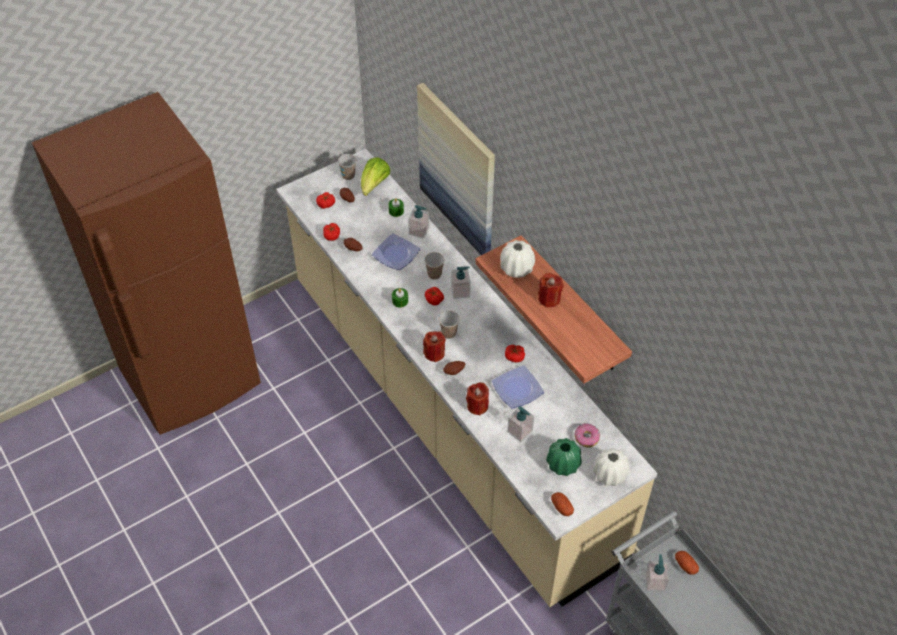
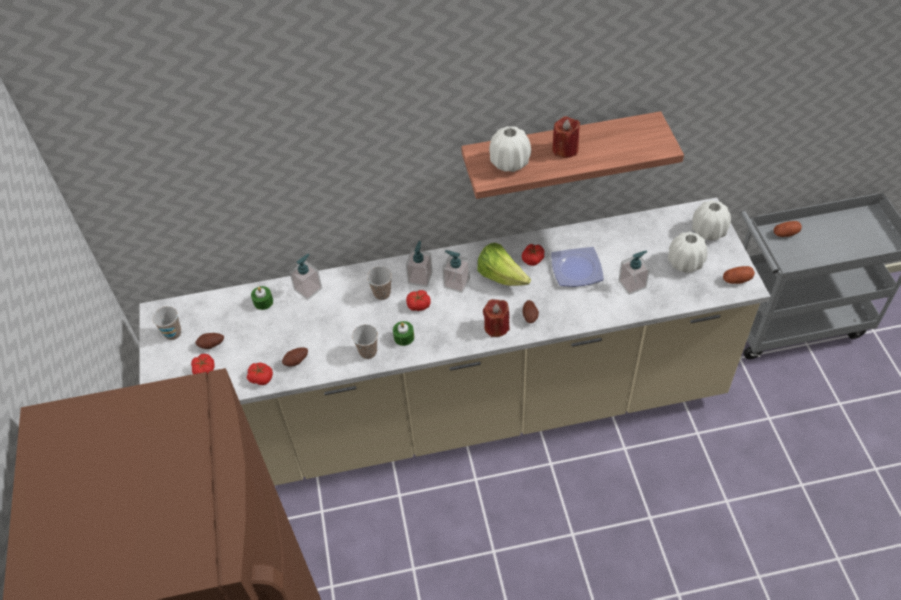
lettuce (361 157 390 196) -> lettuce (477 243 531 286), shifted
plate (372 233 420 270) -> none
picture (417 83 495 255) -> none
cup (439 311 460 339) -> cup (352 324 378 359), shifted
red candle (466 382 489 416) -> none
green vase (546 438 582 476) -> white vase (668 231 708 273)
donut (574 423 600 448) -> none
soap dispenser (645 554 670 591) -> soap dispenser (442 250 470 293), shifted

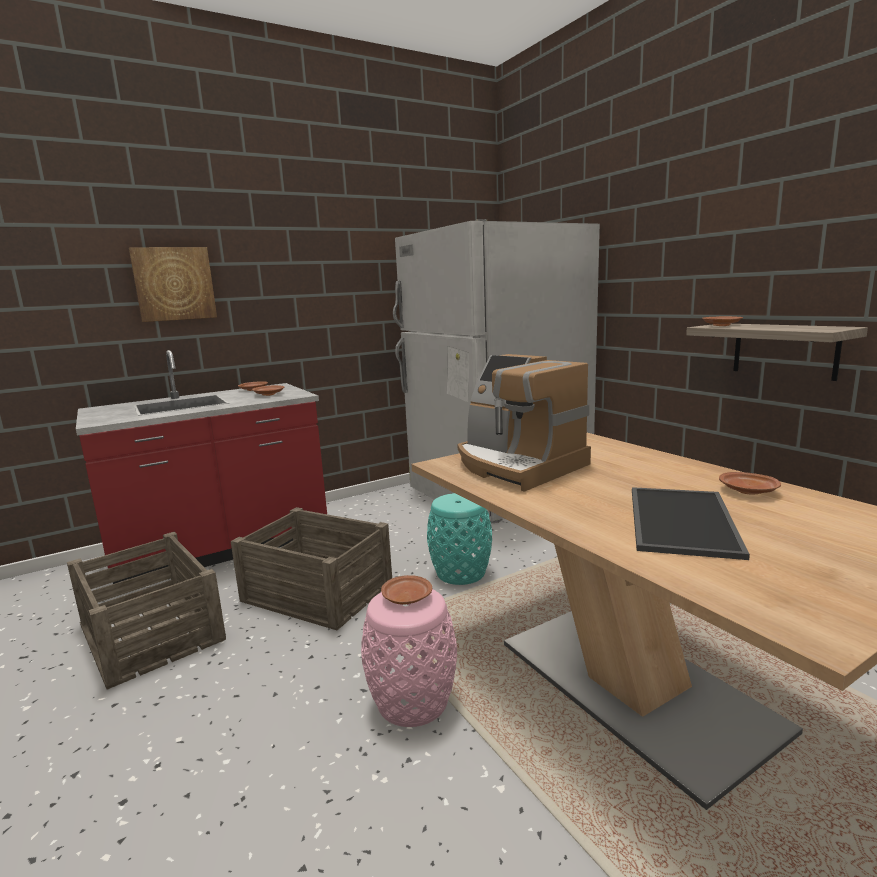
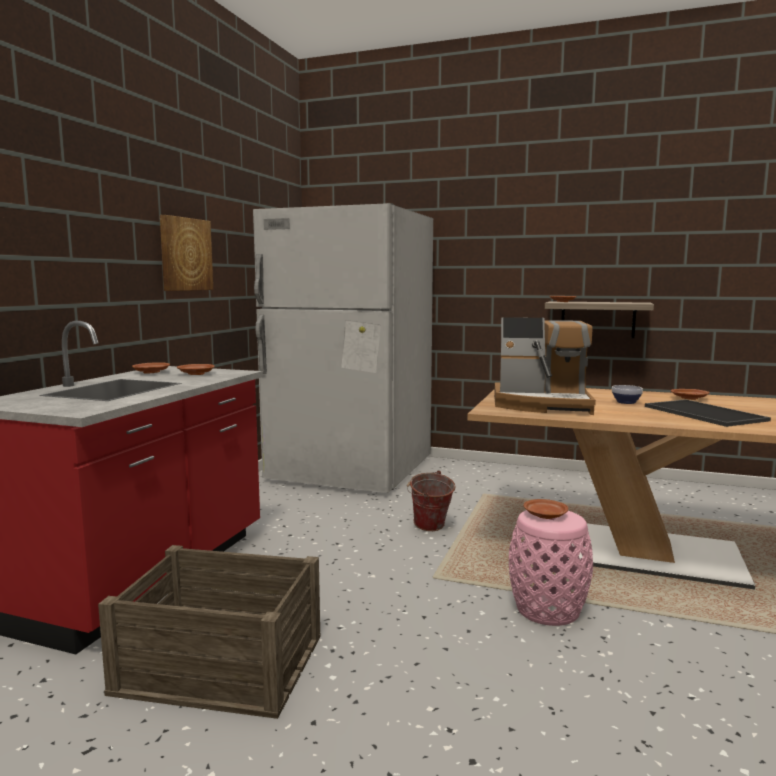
picture (129 247 217 322) -> picture (160 215 213 291), shifted
crate (231 507 392 630) -> none
turquoise stool (427 493 492 585) -> bucket (407 470 455 531)
none -> bowl (612 385 643 404)

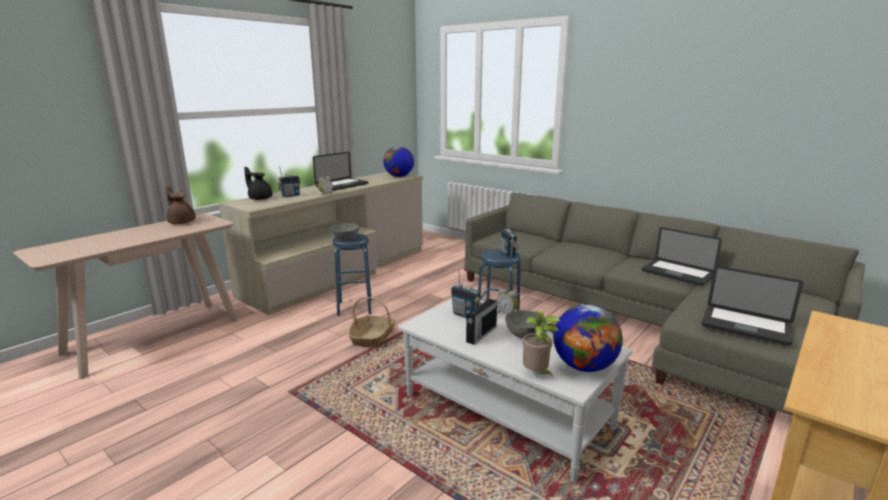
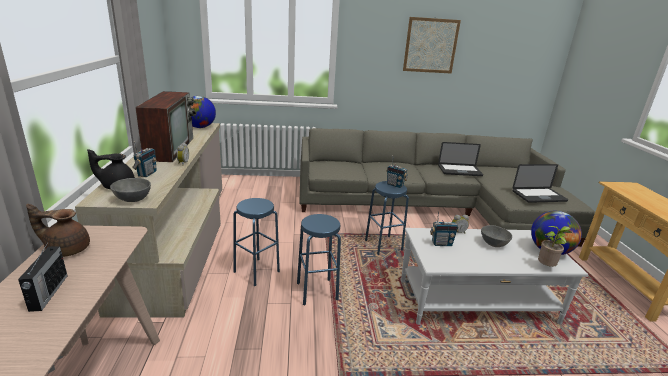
laptop (313 152 369 191) -> television (135 91 196 162)
grey bowl (331 223 359 241) -> grey bowl (110 178 151 202), shifted
basket (347 297 396 348) -> blue stool (297 214 341 306)
radio (466 298 497 345) -> radio (18 241 67 312), shifted
none -> picture (403 17 461 74)

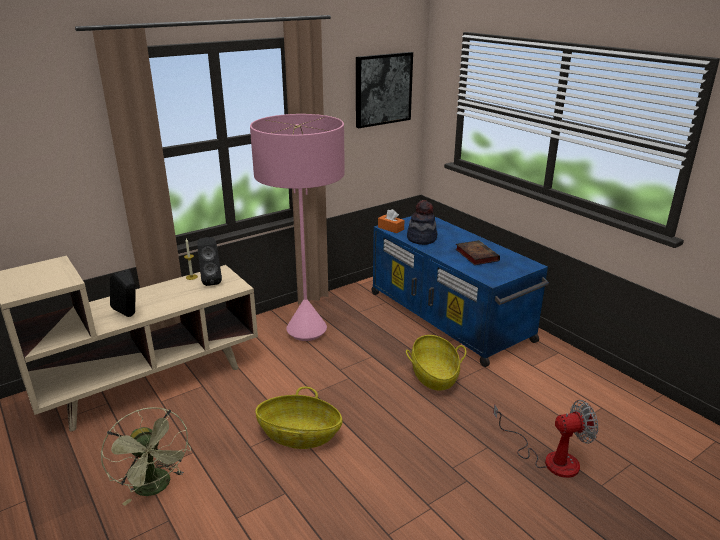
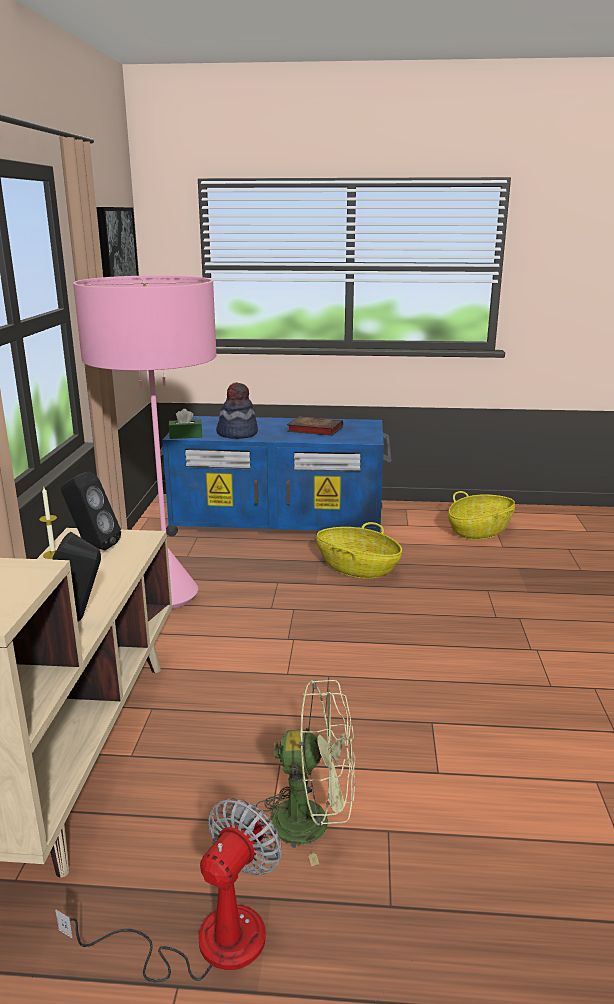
basket (255 387 343 449) -> basket (448 491 515 540), shifted
orange tissue box (378 209 404 233) -> green tissue box (169 409 202 439)
fan (493 400 598 478) -> fan (55 798 282 982), shifted

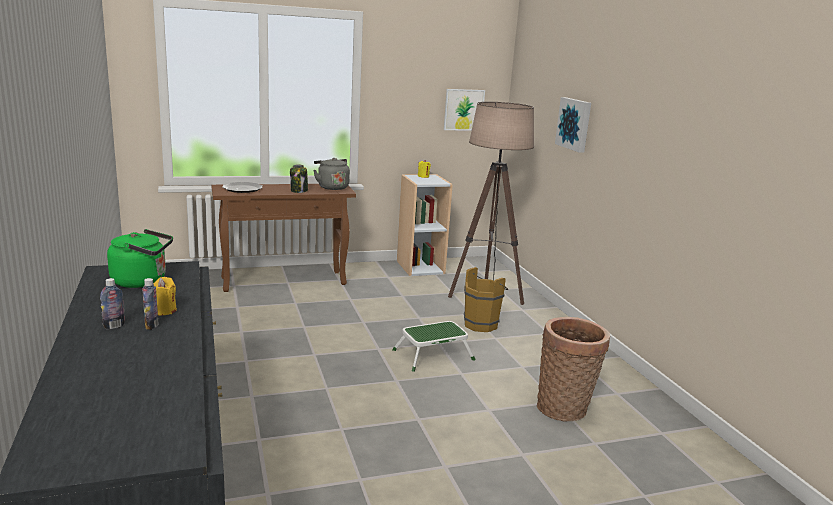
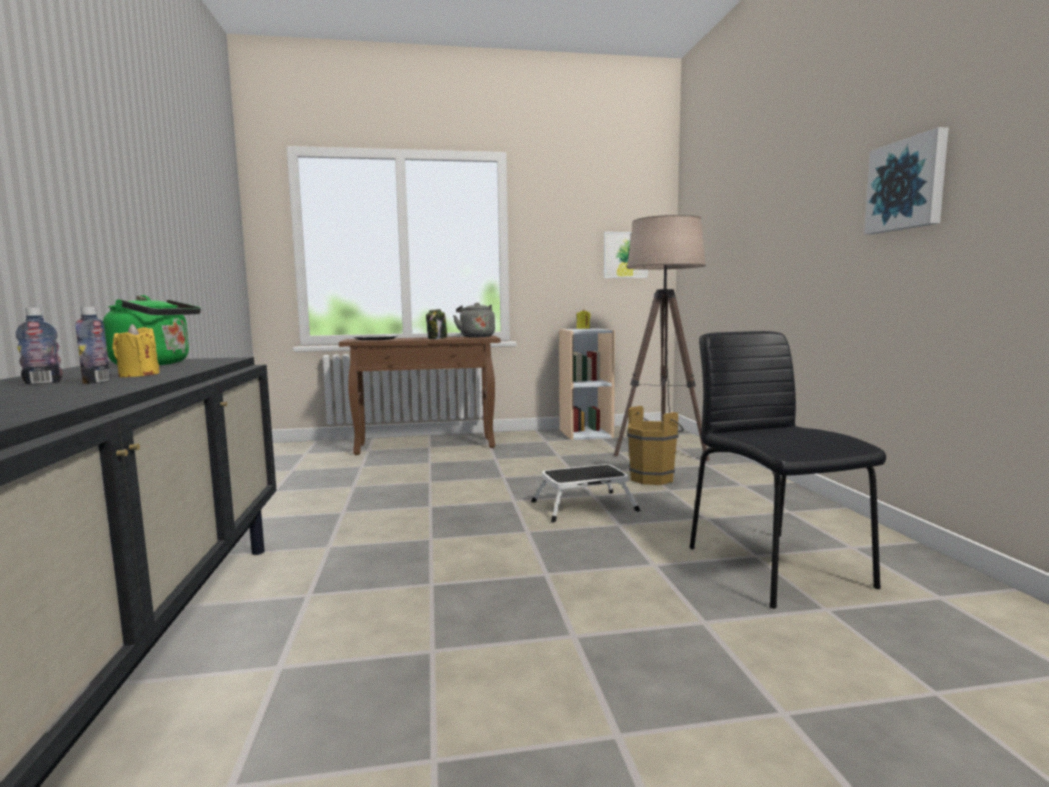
green step ladder (392 321 476 372) -> black step ladder (531 464 641 523)
basket (537 317 610 421) -> black chair (689 331 886 608)
picture (555 97 591 153) -> picture (864 127 948 234), shifted

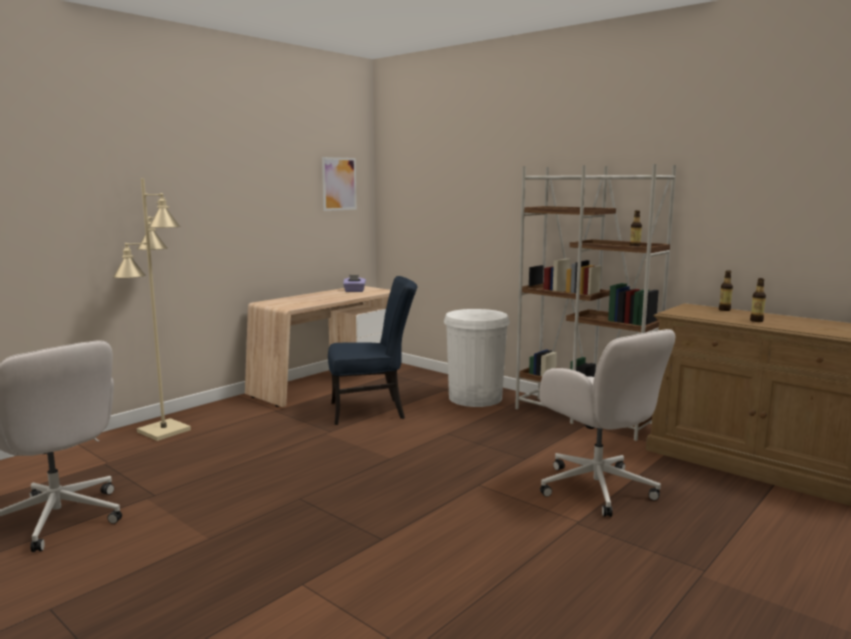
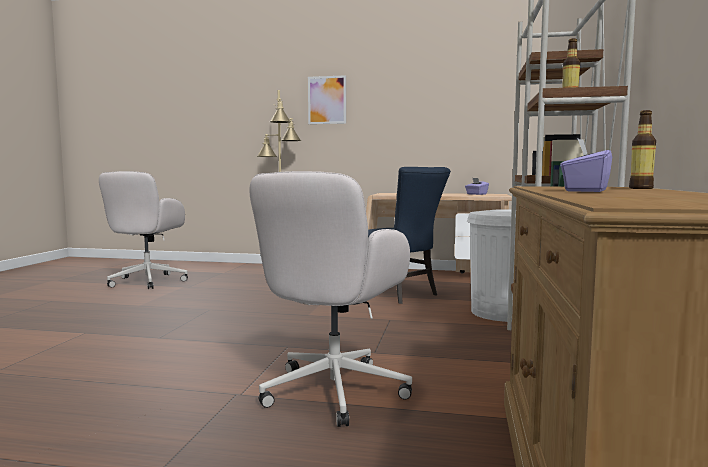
picture (322 157 357 211) -> picture (308 75 346 124), shifted
bottle (750 278 766 322) -> purple tissue box (560 138 612 192)

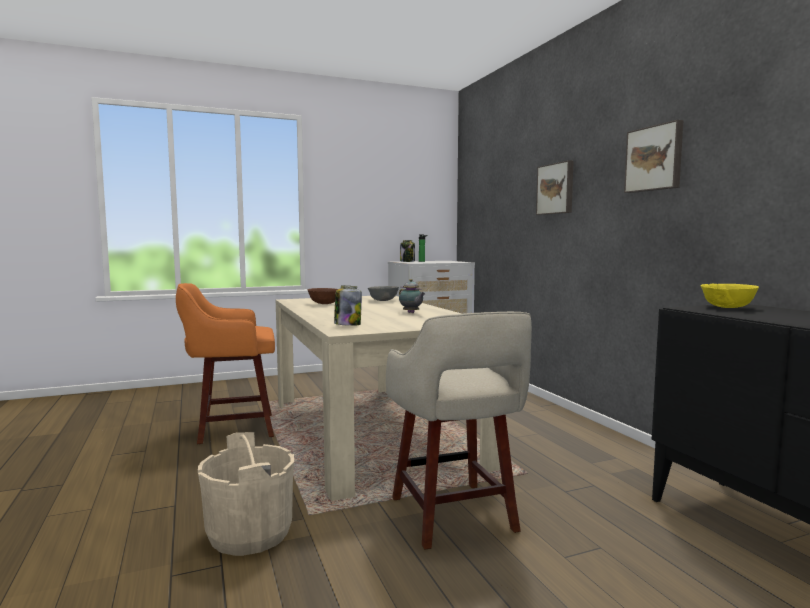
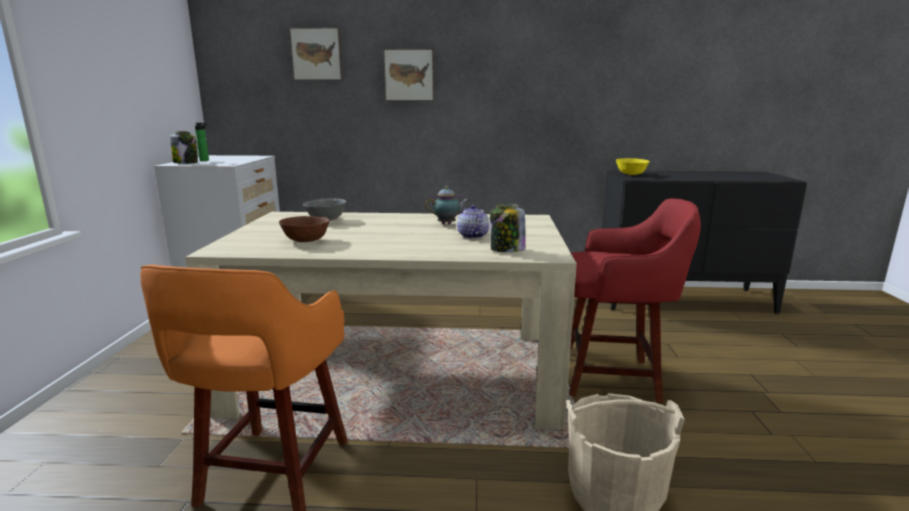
beige stool (386 312 532 550) -> red stool (569 198 701 403)
picture (624 120 683 193) -> picture (289 27 343 81), shifted
none -> teapot (457 205 489 239)

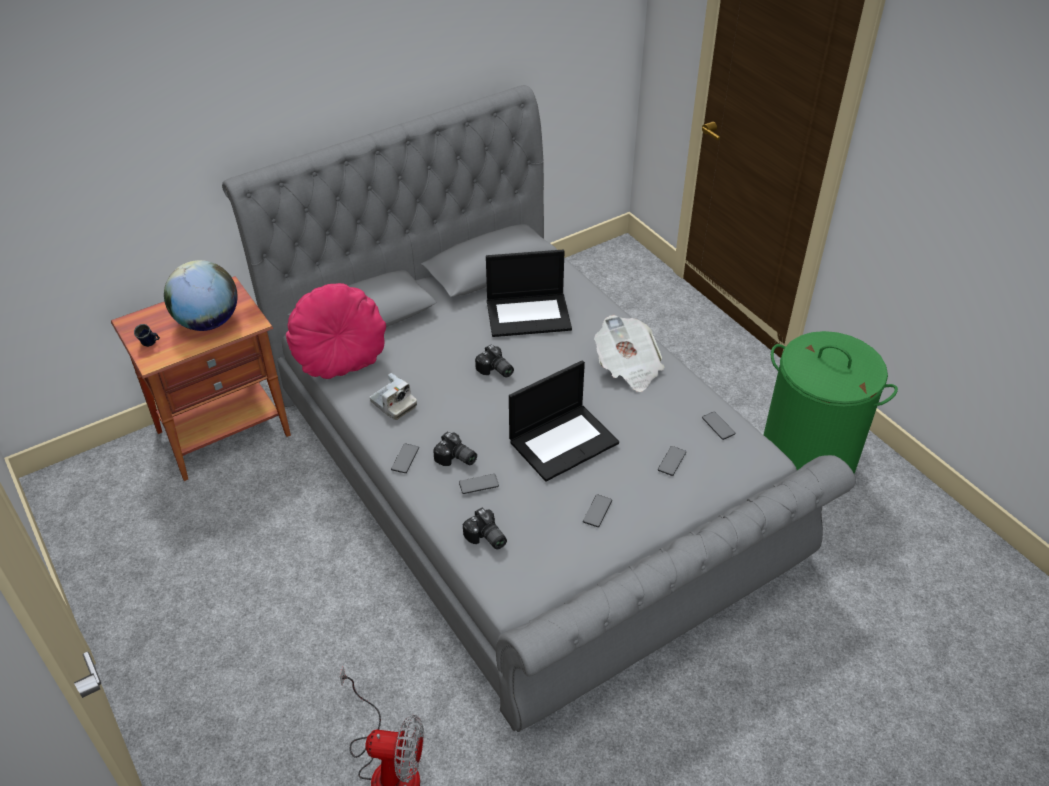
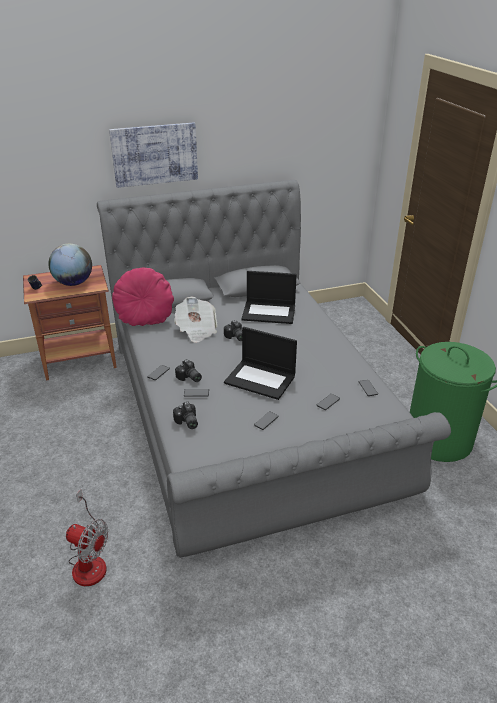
photo camera (370 373 417 420) -> none
laptop (509 360 619 482) -> laptop (224 327 297 400), 45 degrees clockwise
newspaper (594 315 665 392) -> newspaper (174 297 217 343), shifted
none -> picture (109 122 198 188)

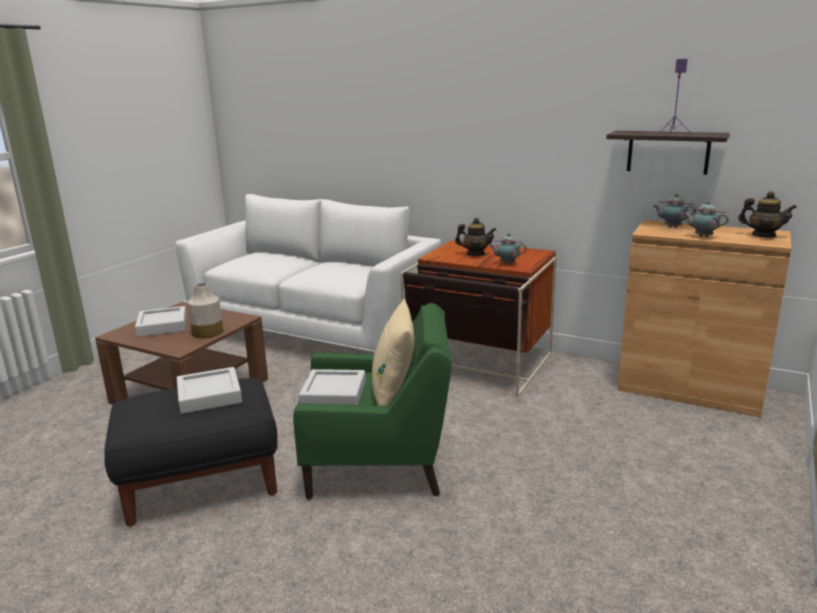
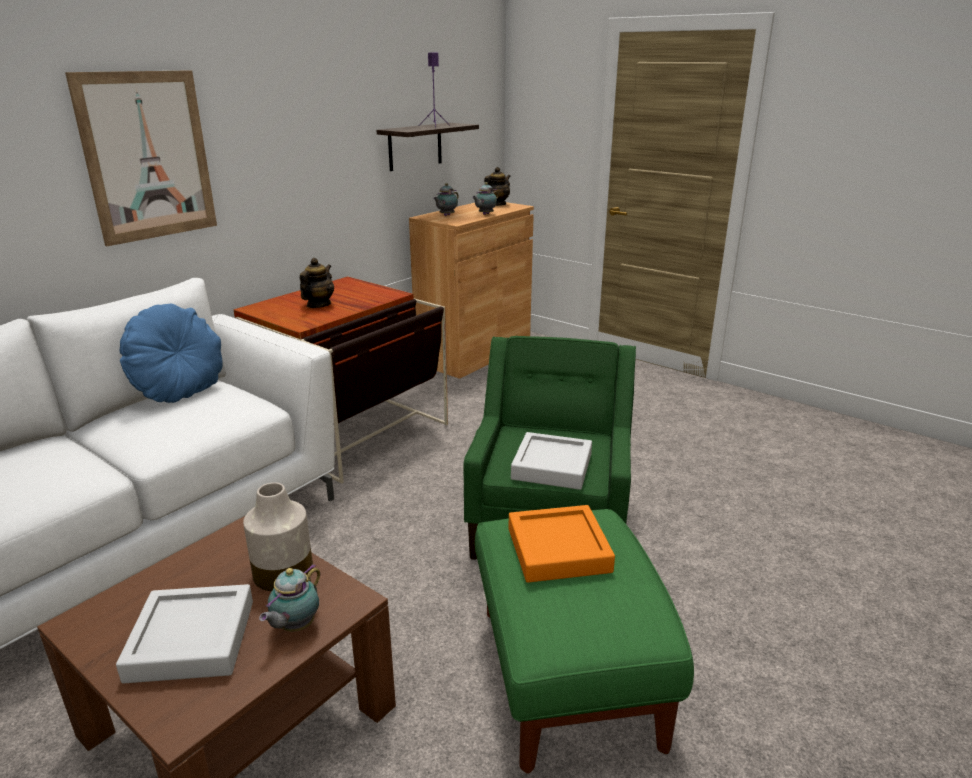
black ottoman (104 378 278 527) -> green ottoman (475 509 694 774)
grey tray (177 367 242 414) -> orange tray (509 505 615 583)
beige pillow (372 299 414 406) -> none
teapot (489 233 527 264) -> teapot (259 564 320 632), shifted
none -> picture (65 70 217 246)
none -> blue pillow (120 304 223 403)

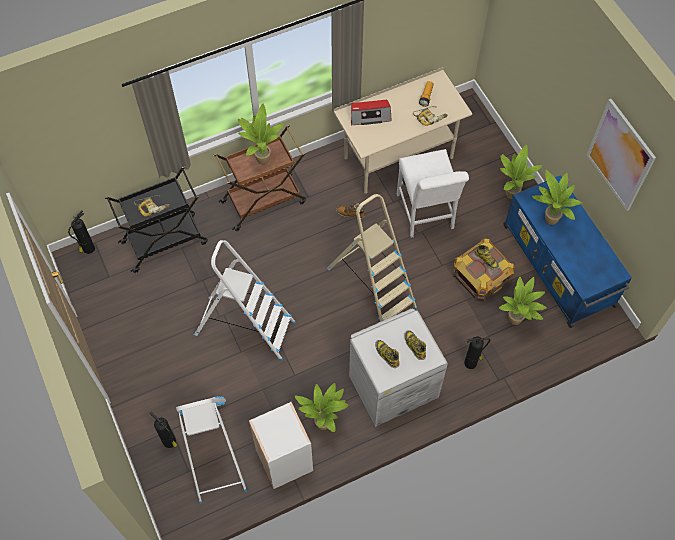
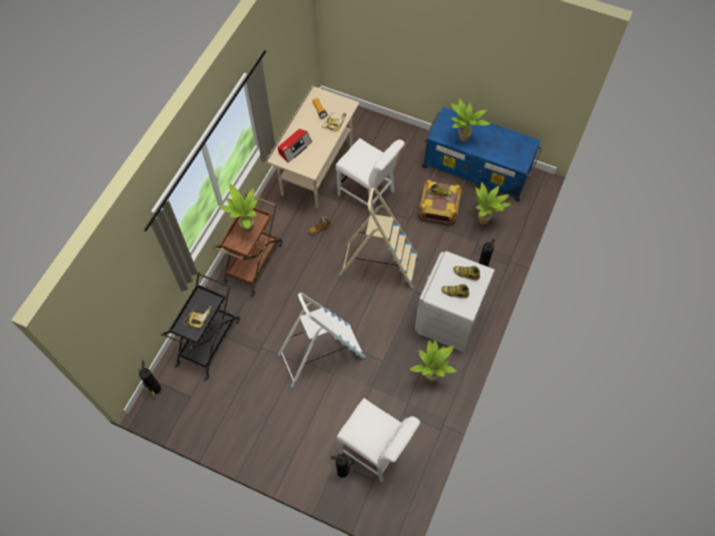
white step ladder (176 396 247 504) -> white chair (337 398 420 482)
bookcase (249 402 313 489) -> none
potted plant (500 145 543 199) -> none
picture (587 99 656 211) -> none

